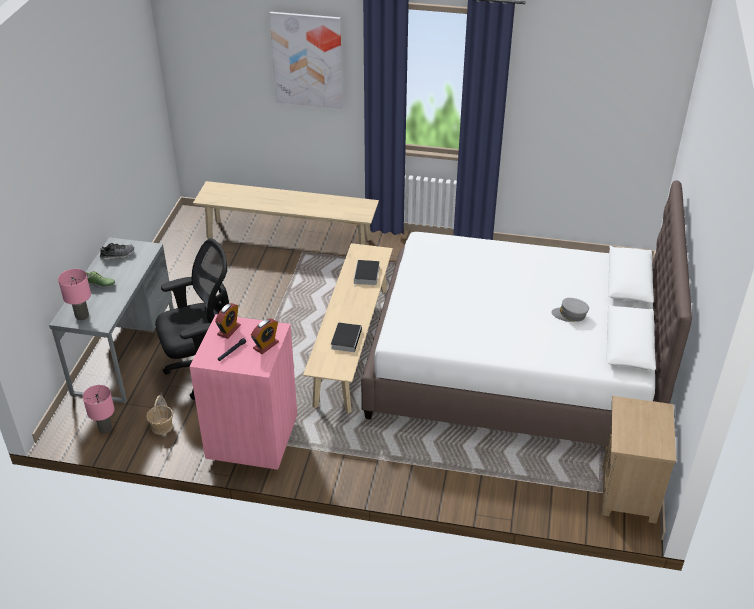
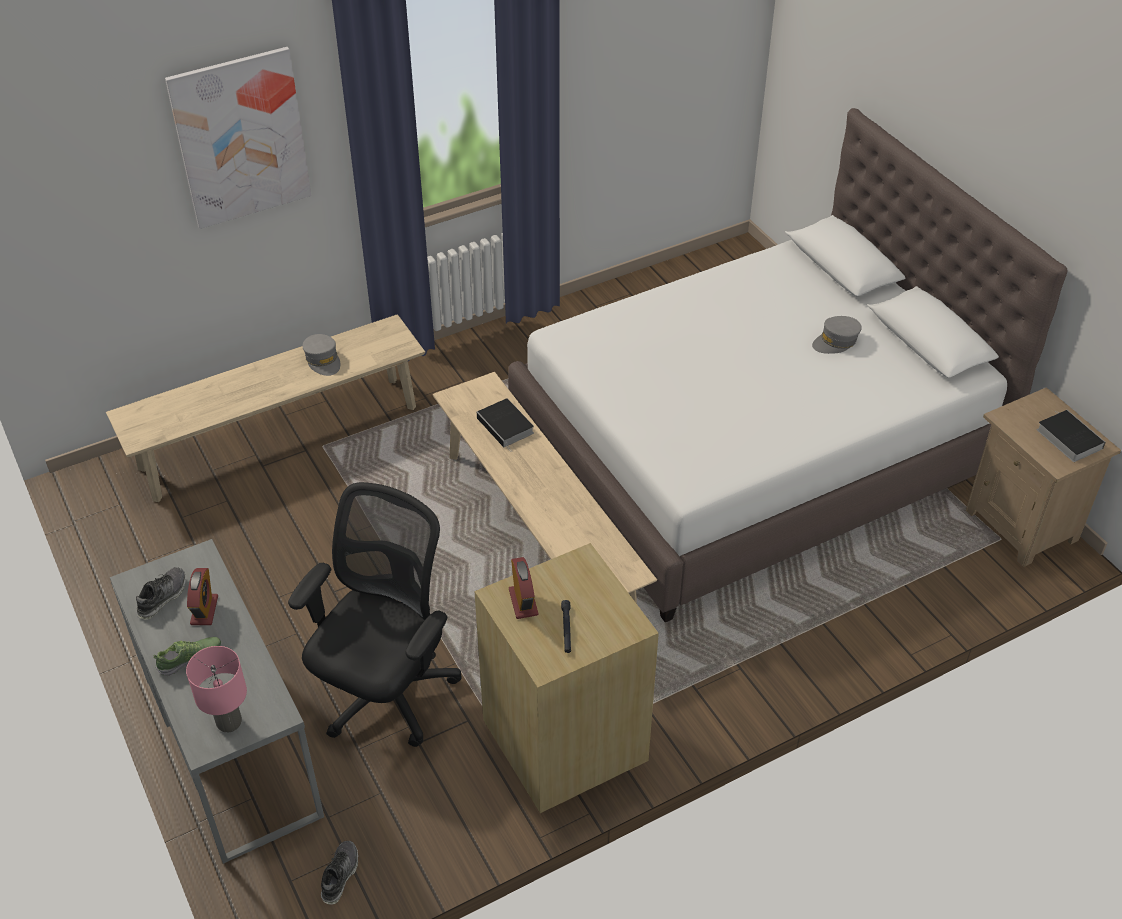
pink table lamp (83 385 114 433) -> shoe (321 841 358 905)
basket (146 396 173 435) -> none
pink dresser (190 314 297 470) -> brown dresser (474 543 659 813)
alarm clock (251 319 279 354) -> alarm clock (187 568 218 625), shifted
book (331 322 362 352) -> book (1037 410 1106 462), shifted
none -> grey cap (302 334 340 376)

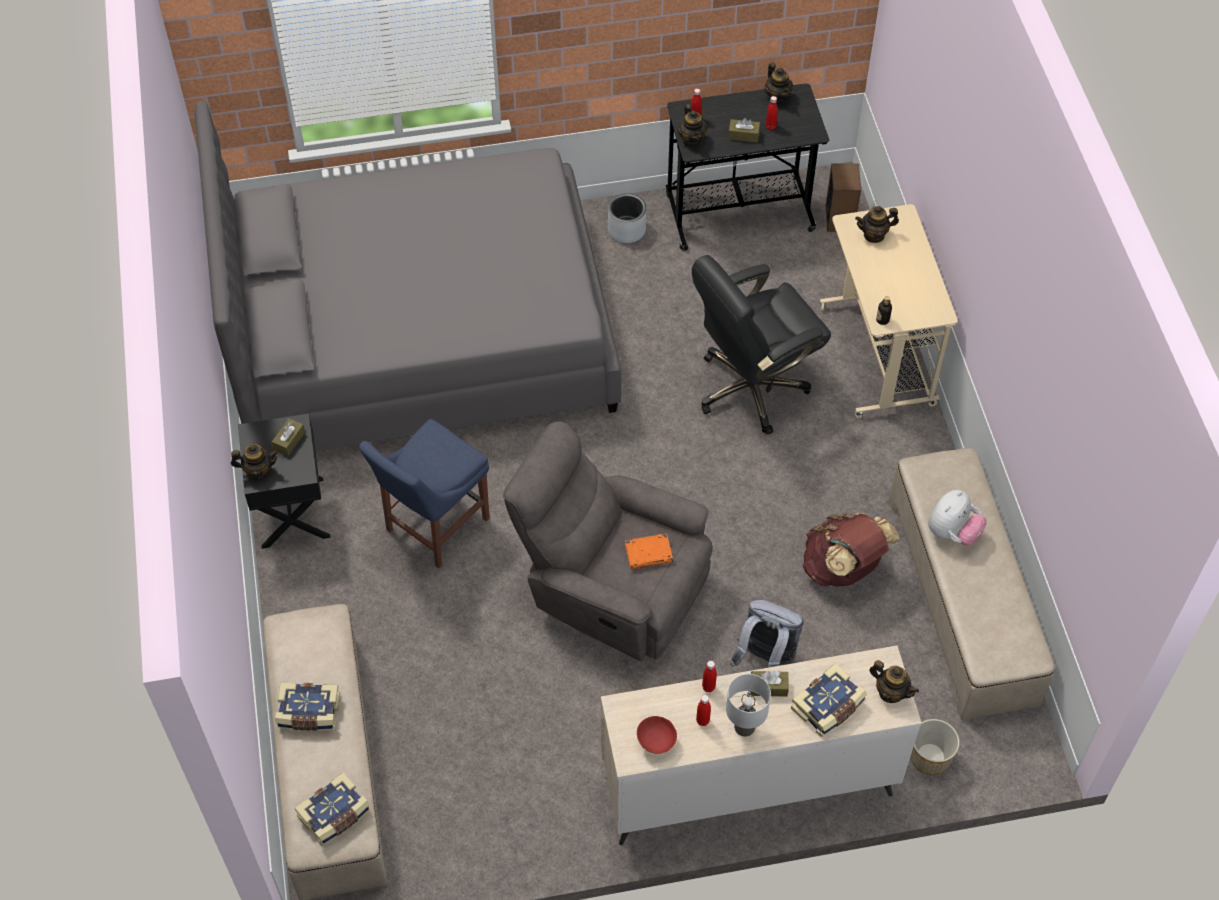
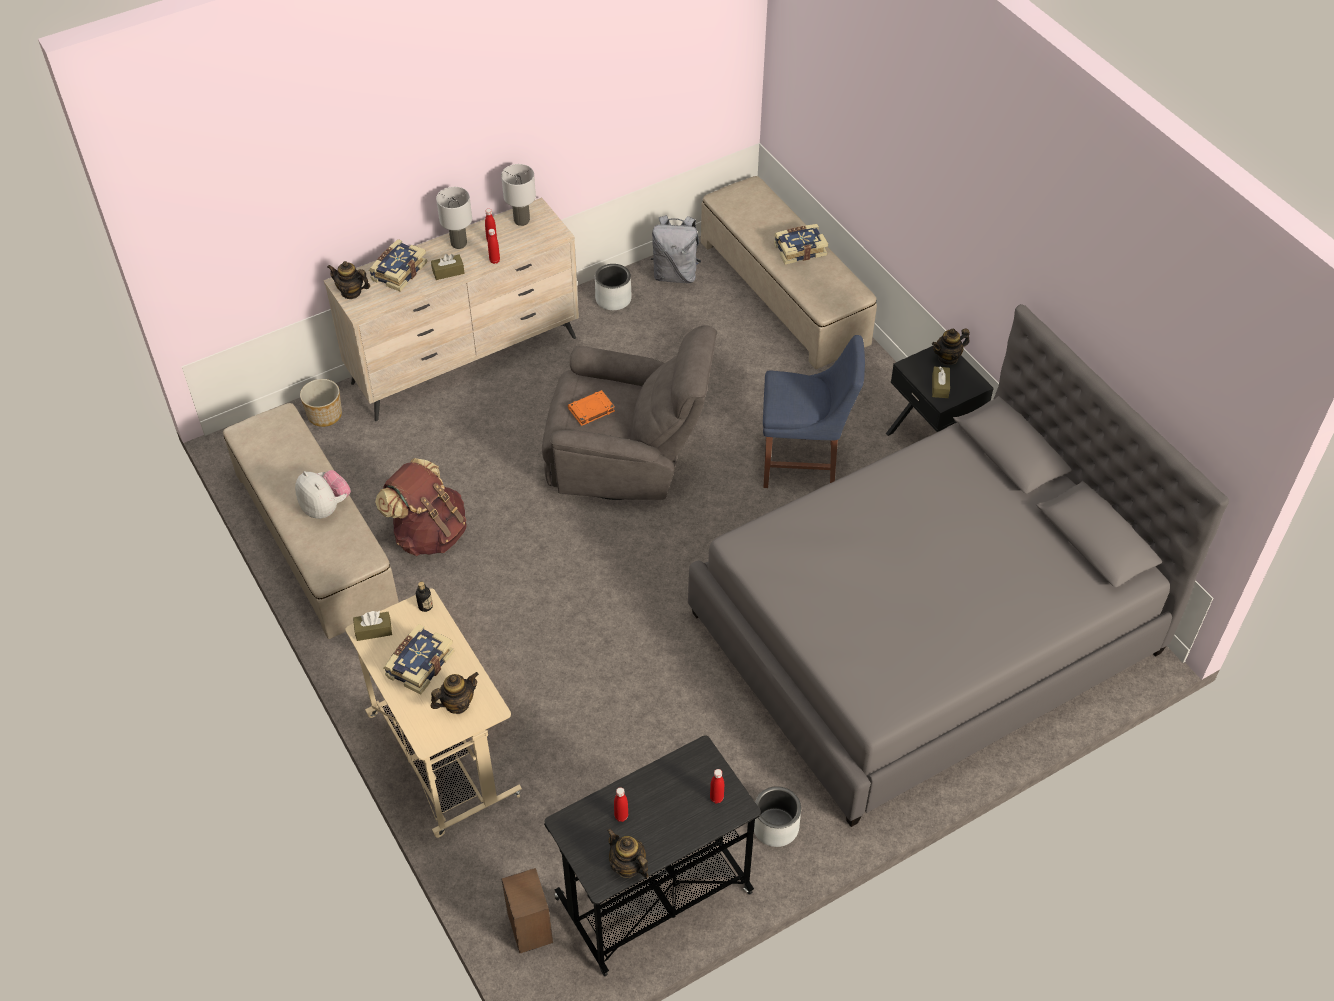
book (295 772 370 846) -> book (384 624 454 694), shifted
blue chair (359 419 490 568) -> blue chair (763 335 865 488), 75 degrees clockwise
red bowl (637 716 677 754) -> white table lamp (501 164 536 226)
teapot (678 104 707 147) -> none
black office chair (692 255 831 434) -> none
brown tissue box (728 118 760 142) -> brown tissue box (353 611 392 641), shifted
grey backpack (730 600 804 668) -> grey backpack (651 215 701 283), shifted
plush toy (928 490 986 546) -> plush toy (295 470 351 519), 120 degrees clockwise
none -> grey planter (595 264 632 310)

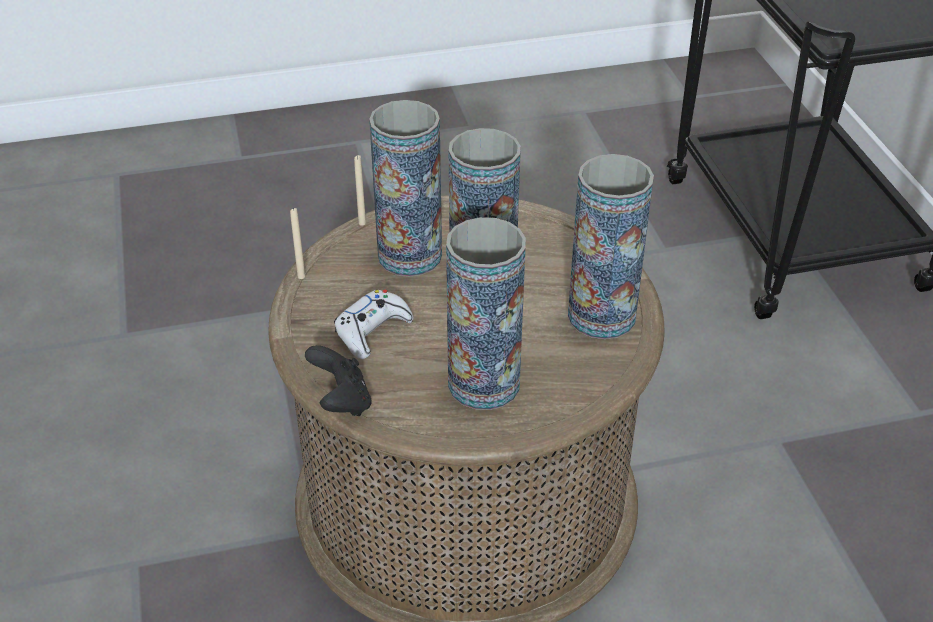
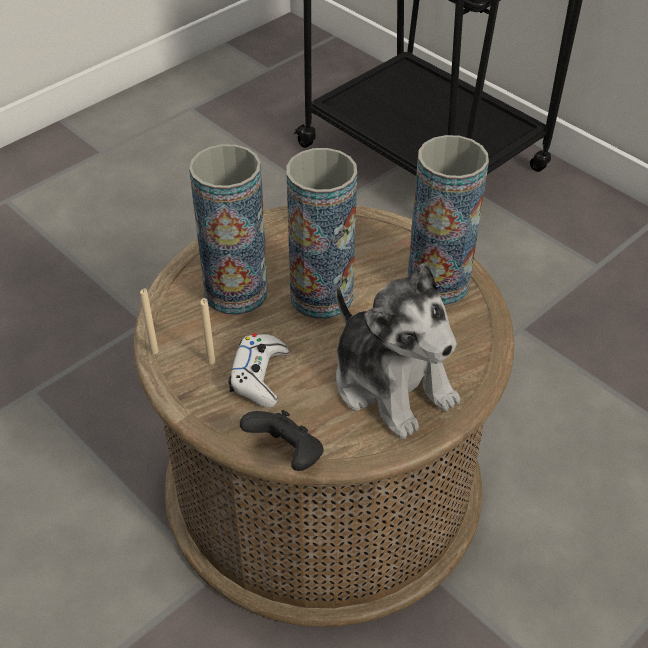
beige candle (354 155 366 226) -> beige candle (200 298 215 365), shifted
vase (446 217 526 410) -> plush toy (336 263 460 439)

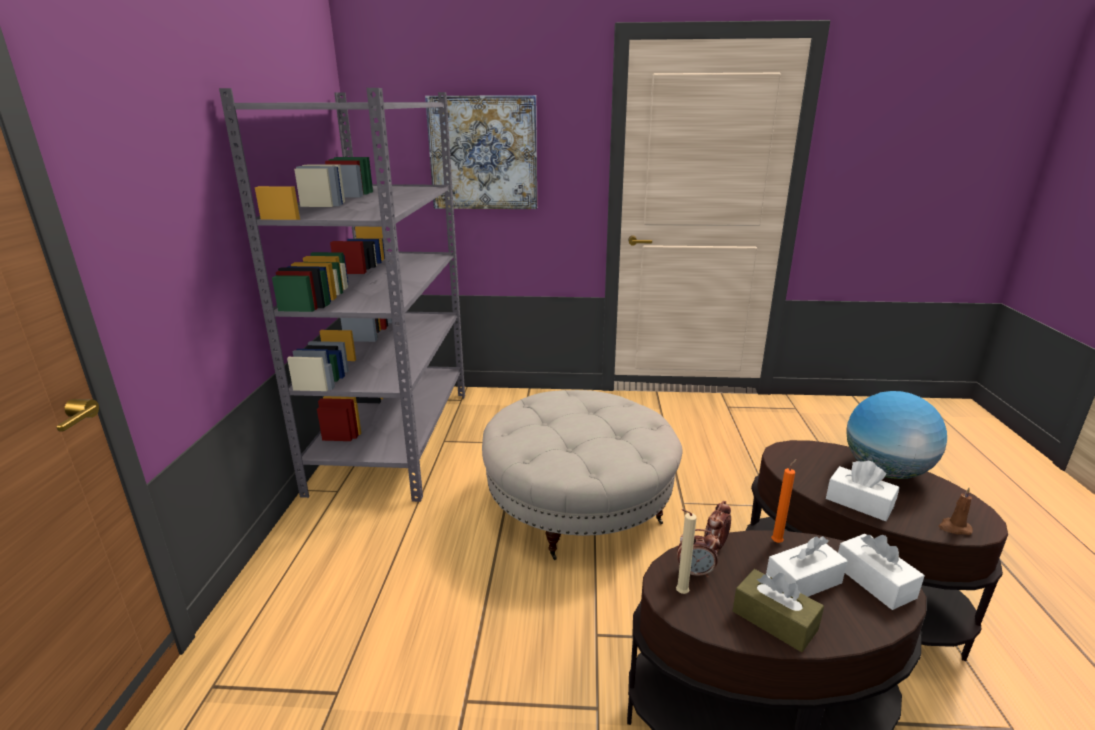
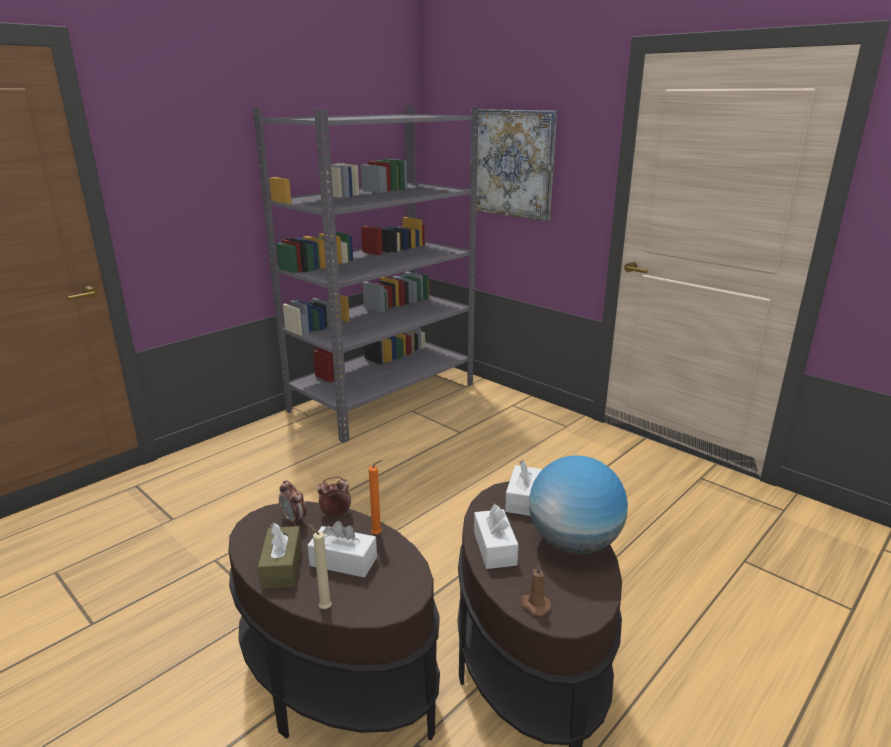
beige ottoman (482 390 682 560) -> none
beige candle (676 509 697 594) -> beige candle (308 524 332 609), shifted
white tissue box (838 534 925 610) -> white tissue box (505 460 542 516), shifted

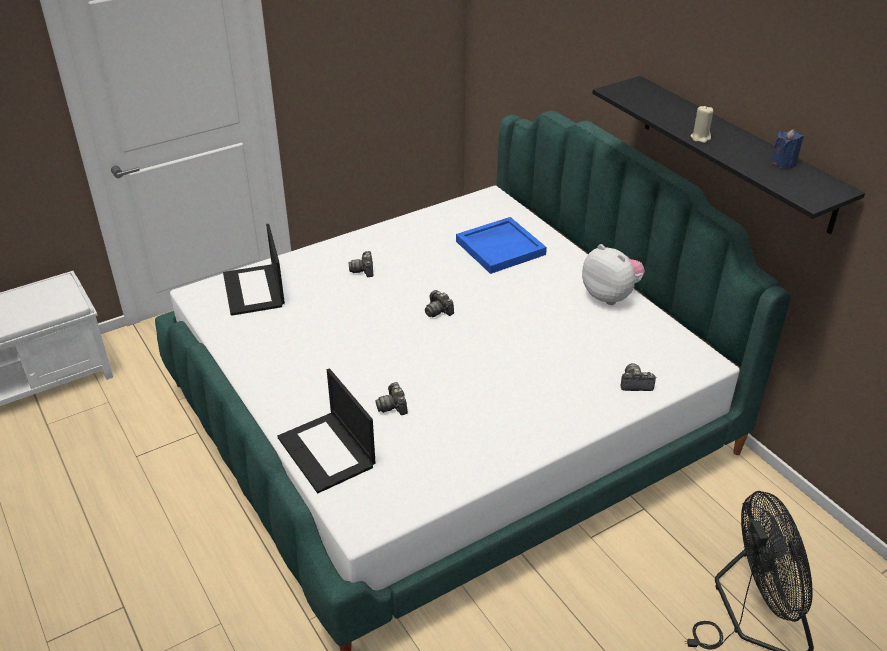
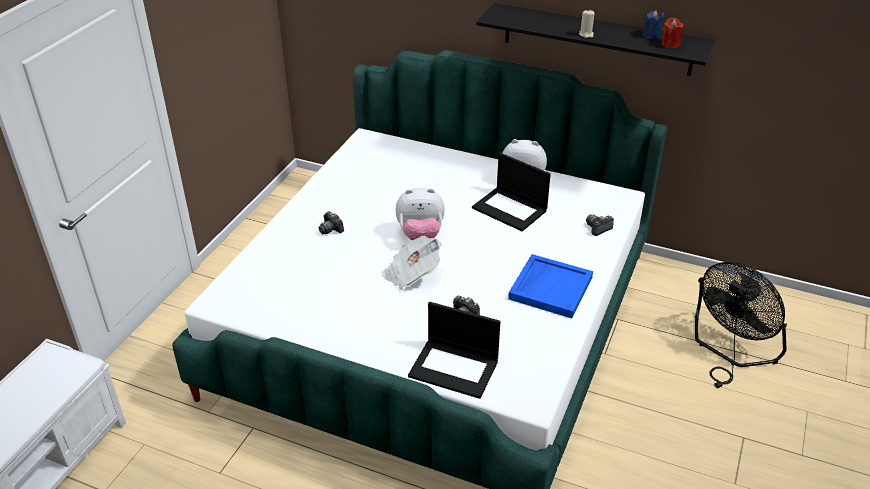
laptop (223 224 285 316) -> laptop (472 153 551 231), shifted
photo camera (425 290 454 317) -> plush toy (395 188 445 240)
blue tray (456 217 547 274) -> blue tray (508 254 593 318), shifted
none -> newspaper (382 236 441 289)
none -> red candle (661 18 683 48)

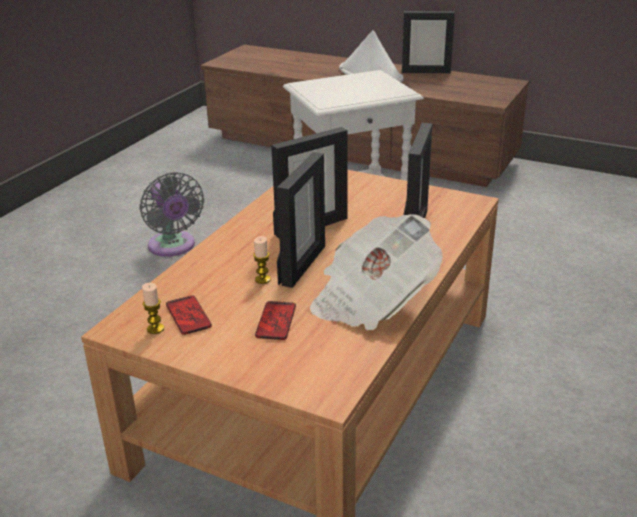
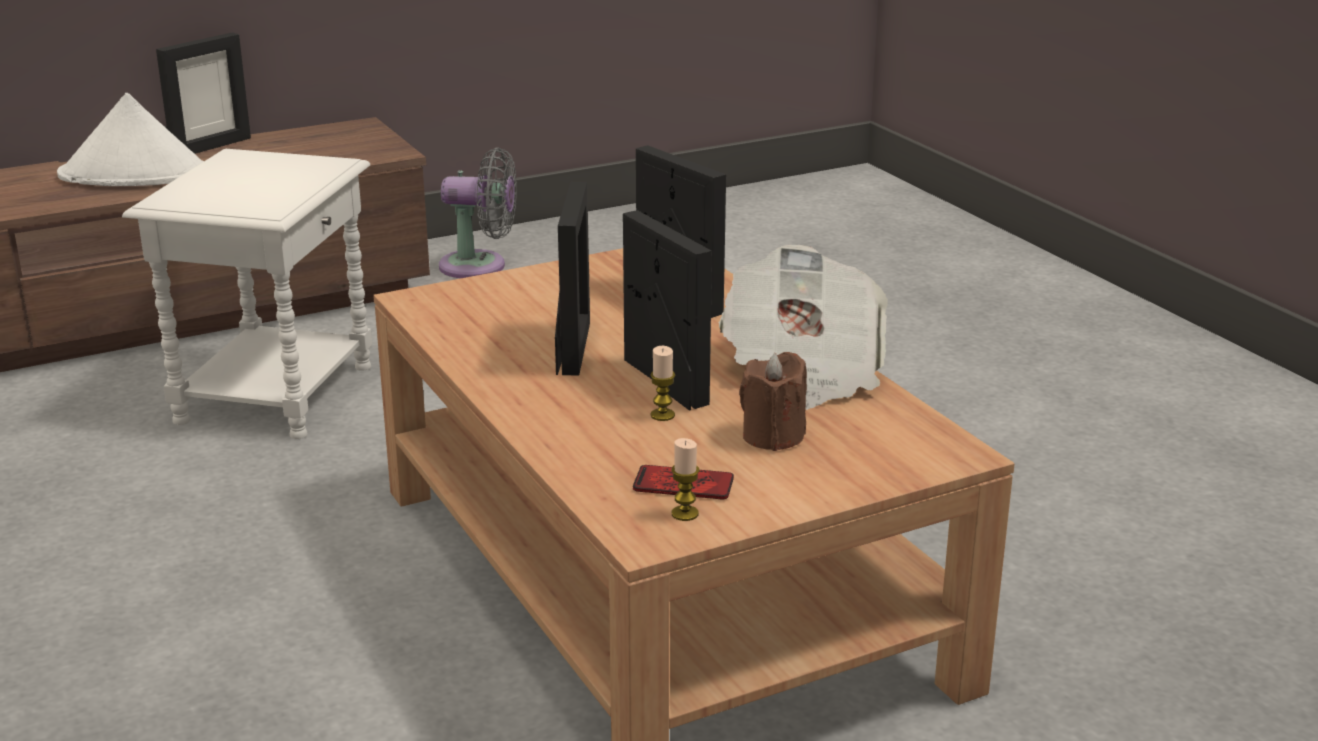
grey fan (140 172 204 257) -> grey fan (439 147 517 278), shifted
phone (255 301 296 340) -> brown candle (739 352 807 451)

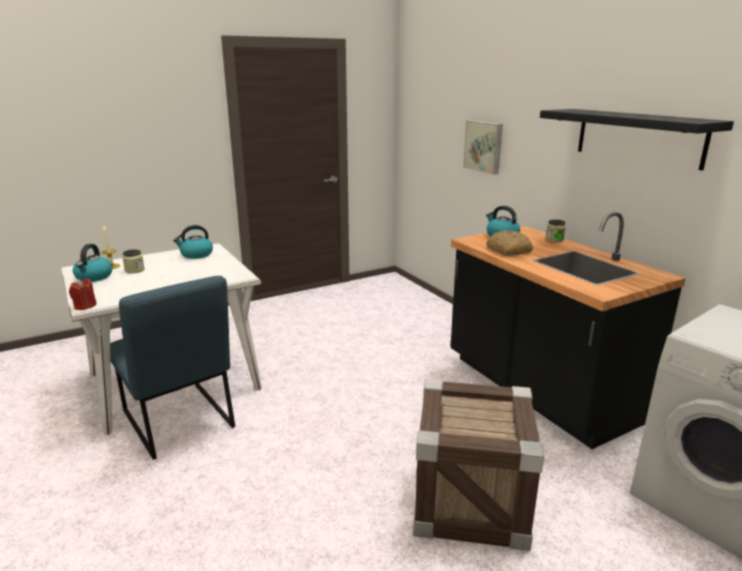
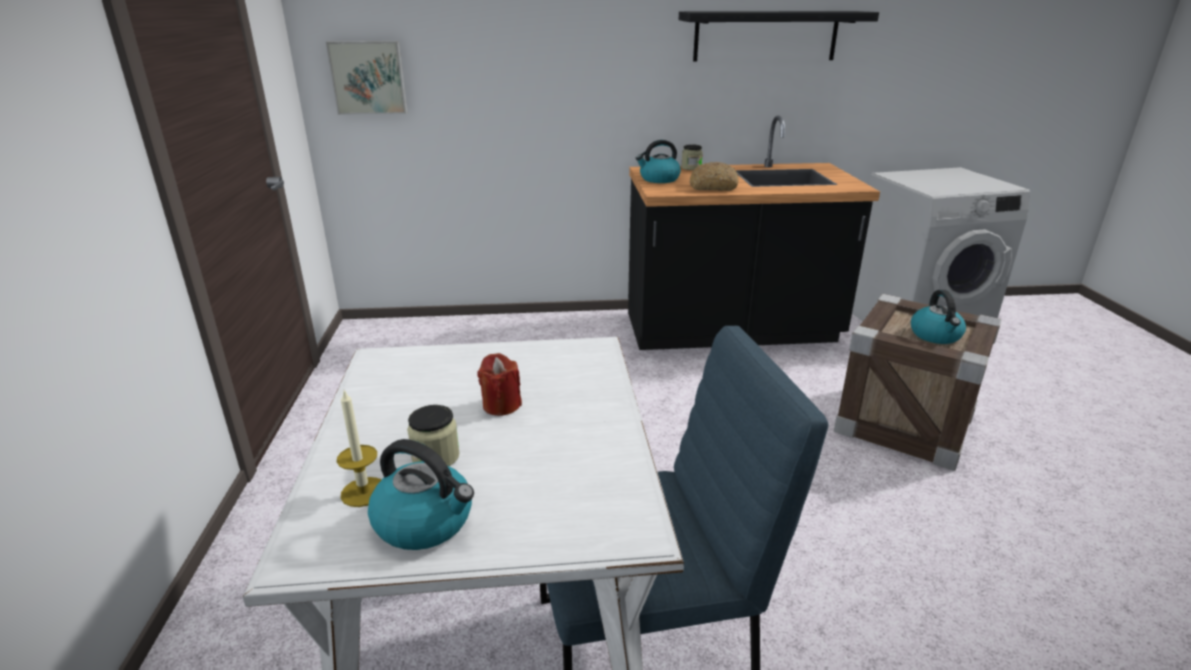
red candle (69 279 97 310) -> red candle (478 353 522 416), shifted
kettle (173 225 213 259) -> kettle (911 290 966 344), shifted
picture (463 120 503 175) -> picture (326 41 407 115), shifted

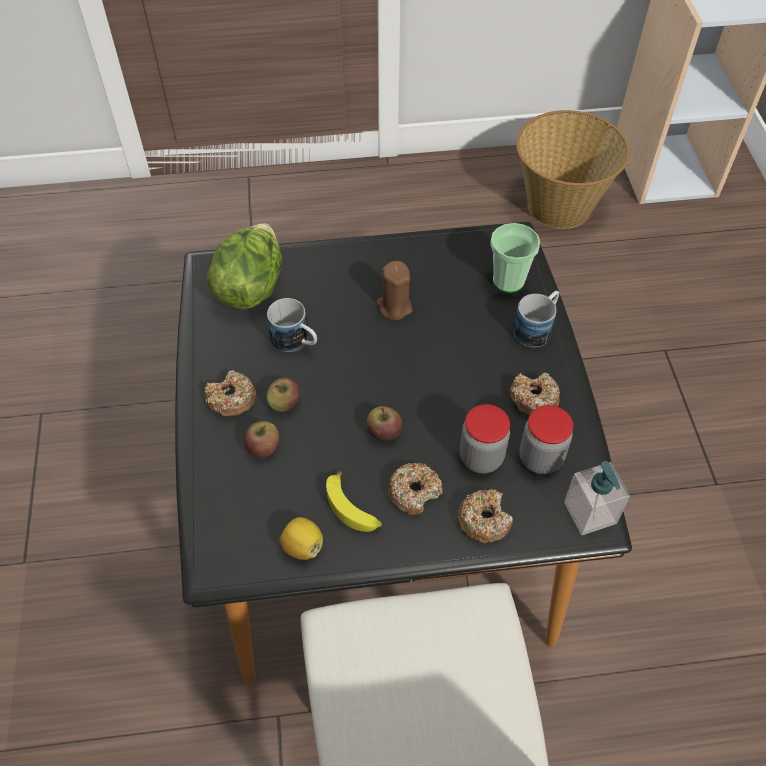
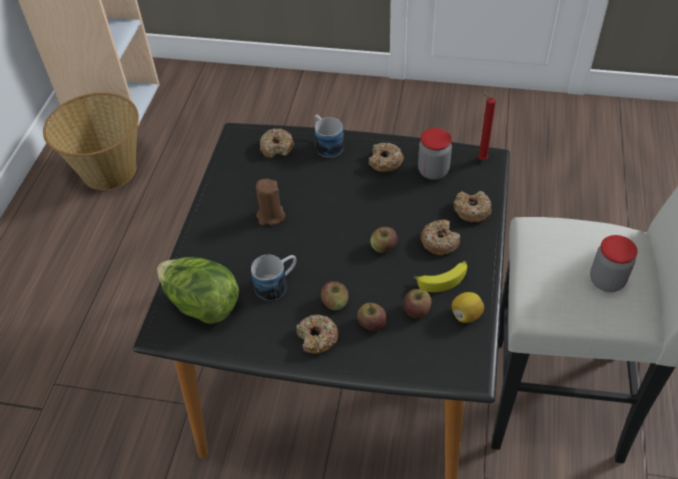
jar (459 404 510 474) -> jar (590 235 638 292), shifted
cup (490 223 540 293) -> donut (260 128 294 158)
soap dispenser (564 461 630 535) -> red candle (478 94 496 160)
none -> apple (403 289 432 318)

